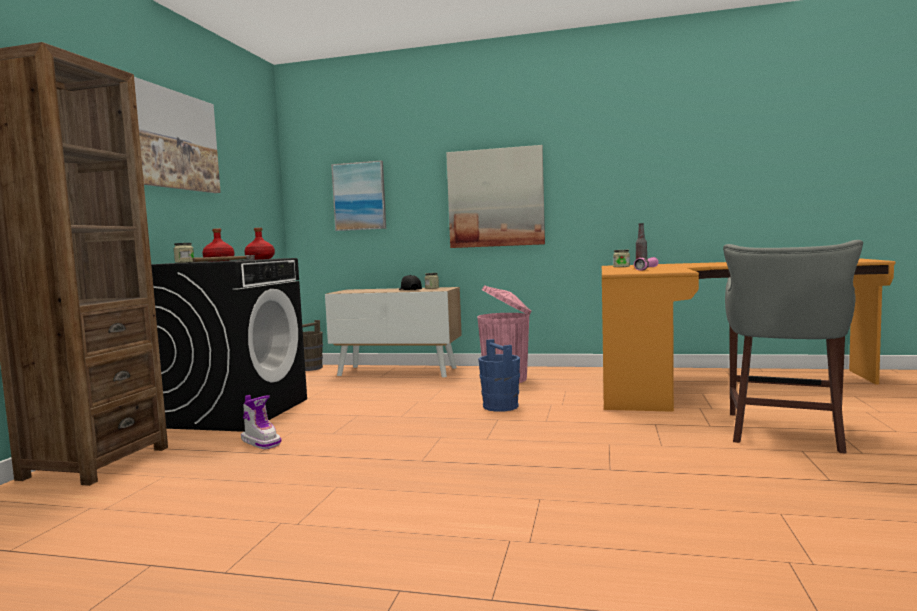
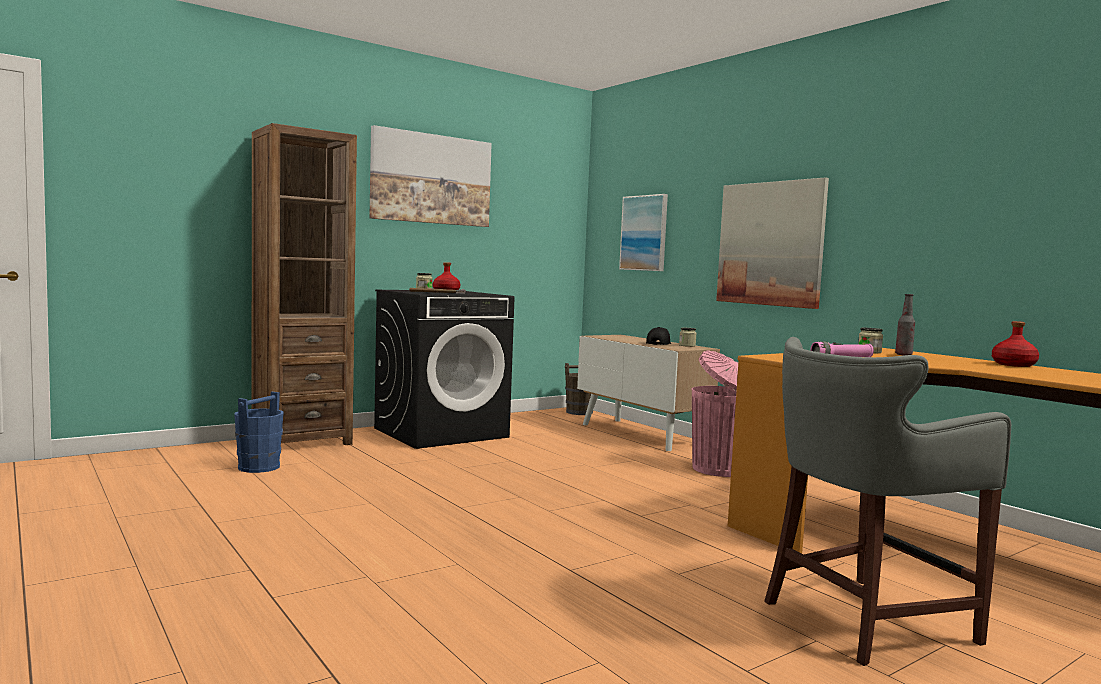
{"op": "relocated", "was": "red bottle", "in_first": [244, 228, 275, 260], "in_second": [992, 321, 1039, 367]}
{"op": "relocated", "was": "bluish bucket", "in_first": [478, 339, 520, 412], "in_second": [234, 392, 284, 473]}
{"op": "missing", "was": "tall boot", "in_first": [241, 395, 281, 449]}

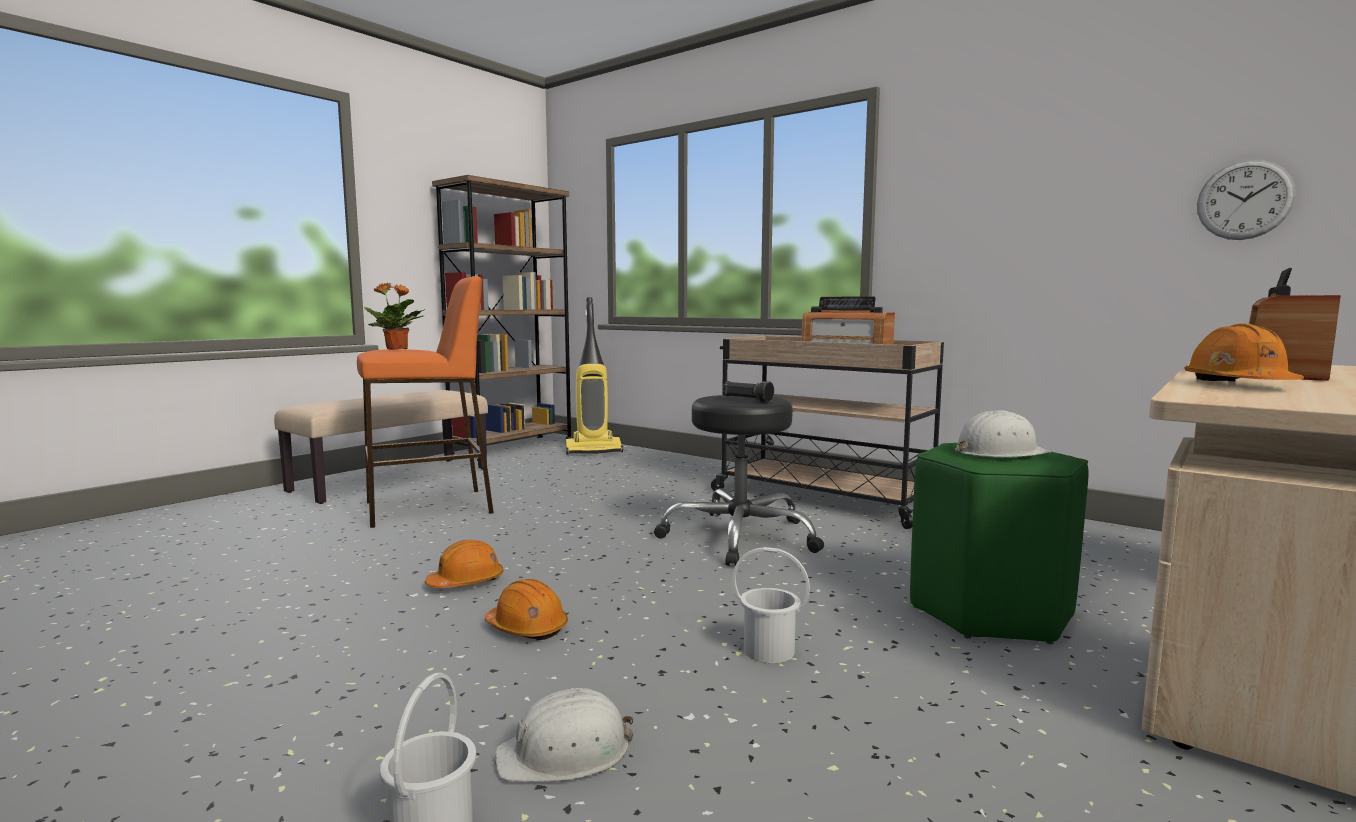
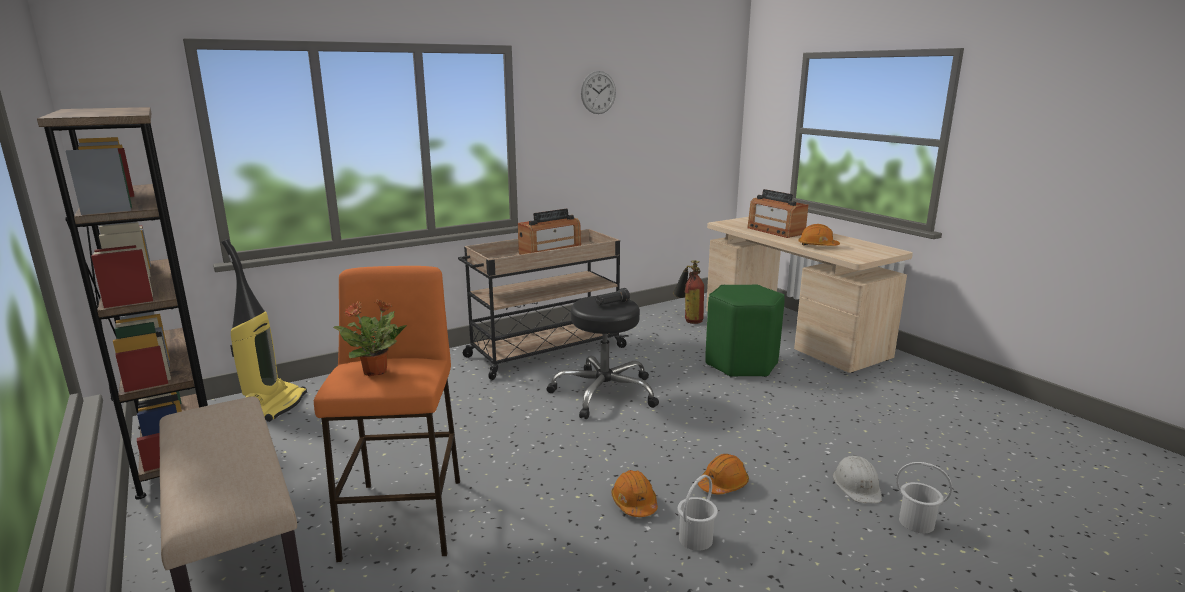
{"op": "relocated", "was": "hanging clock", "in_first": [1197, 160, 1296, 240], "in_second": [581, 71, 616, 114]}
{"op": "missing", "was": "white hard hat", "in_first": [955, 410, 1052, 457]}
{"op": "relocated", "was": "white bucket", "in_first": [732, 547, 810, 663], "in_second": [678, 475, 718, 551]}
{"op": "appeared", "now": "fire-fighting cylinder", "in_second": [673, 260, 704, 324]}

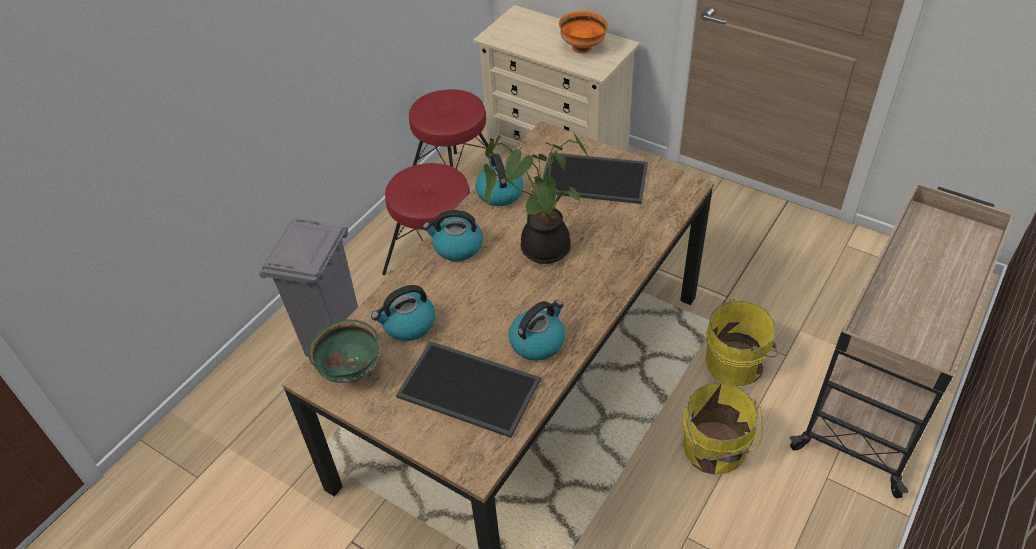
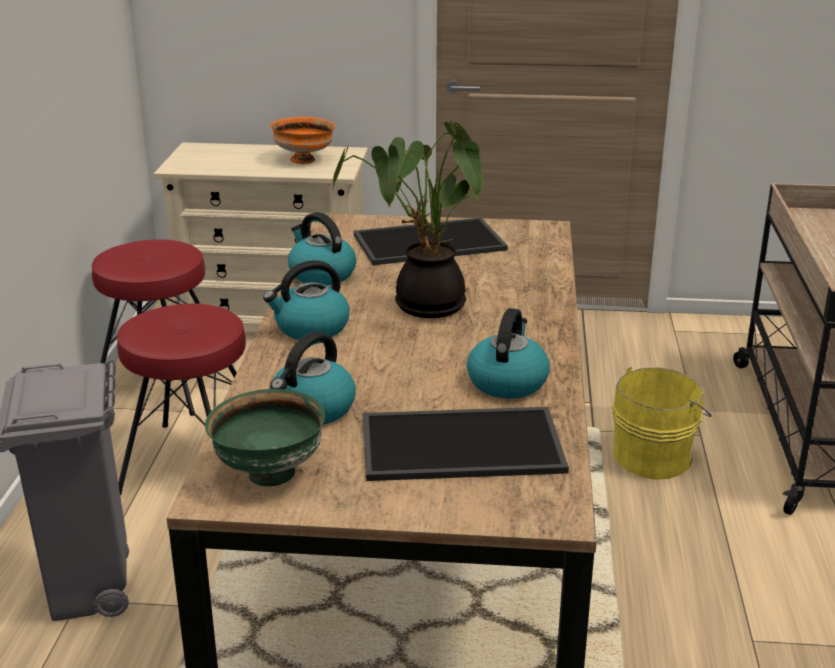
{"op": "missing", "was": "yellow-coloured bucket", "in_first": [683, 382, 763, 475]}

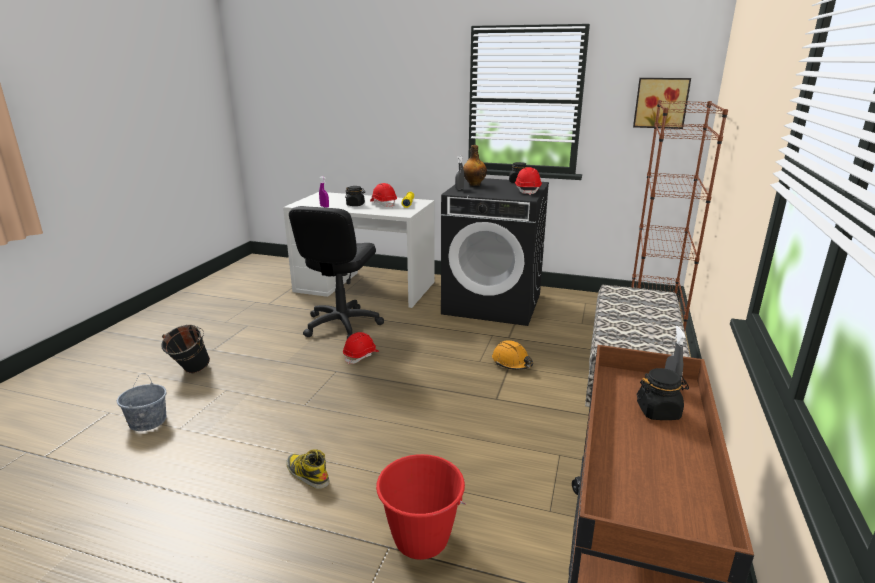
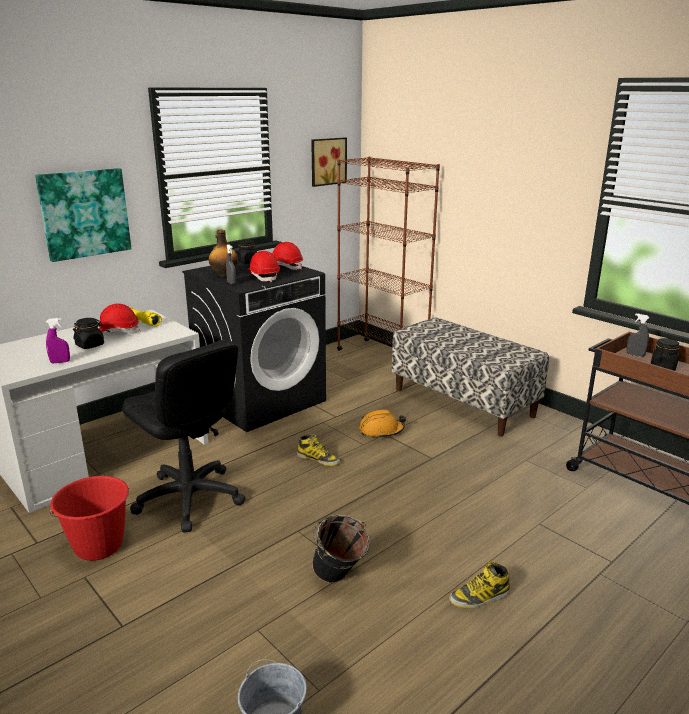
{"op": "relocated", "was": "black-coloured bucket", "in_first": [161, 325, 210, 373], "in_second": [312, 515, 370, 583]}
{"op": "relocated", "was": "red hard hat", "in_first": [343, 332, 379, 365], "in_second": [248, 251, 280, 282]}
{"op": "relocated", "was": "red bucket", "in_first": [376, 454, 466, 560], "in_second": [50, 476, 129, 561]}
{"op": "appeared", "now": "wall picture", "in_second": [35, 168, 131, 262]}
{"op": "appeared", "now": "tall boot", "in_second": [297, 434, 340, 466]}

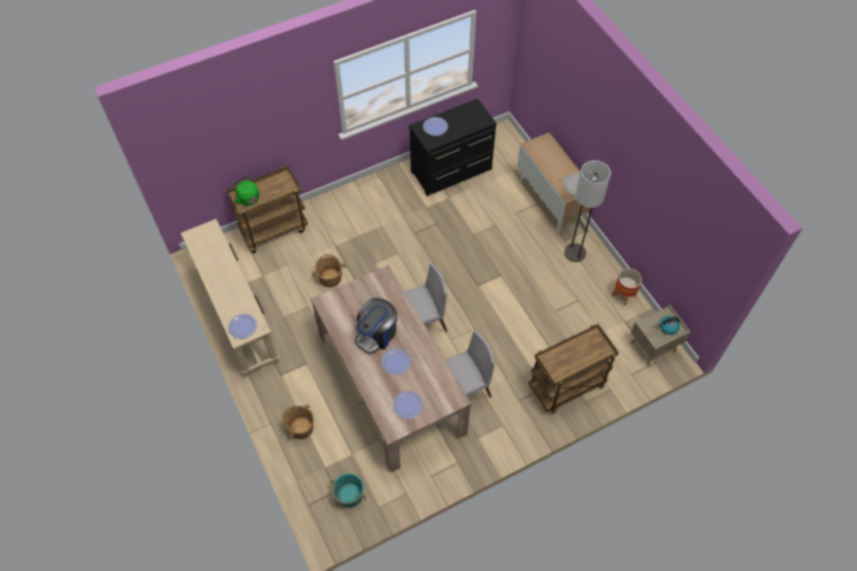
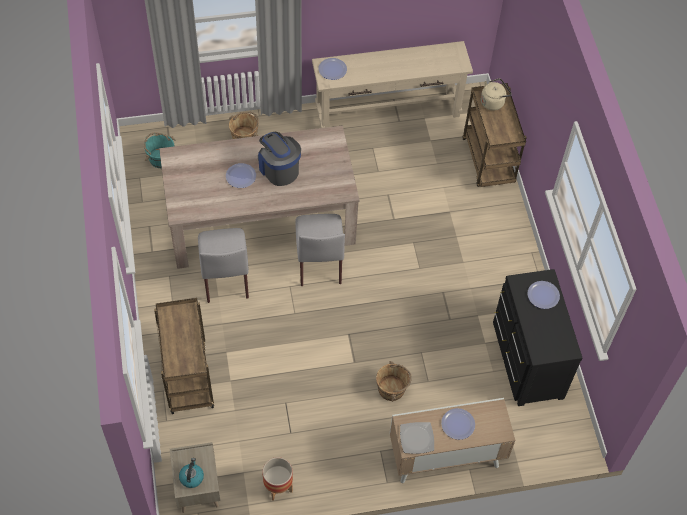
{"op": "missing", "was": "standing lamp", "in_first": [564, 161, 611, 262]}
{"op": "colour", "was": "green tea kettle", "now": "beige-coloured tea kettle", "in_first": [231, 176, 259, 206], "in_second": [481, 78, 512, 111]}
{"op": "relocated", "was": "brownish bucket", "in_first": [312, 254, 347, 287], "in_second": [376, 361, 412, 402]}
{"op": "relocated", "was": "flat dish", "in_first": [393, 391, 423, 419], "in_second": [441, 408, 475, 440]}

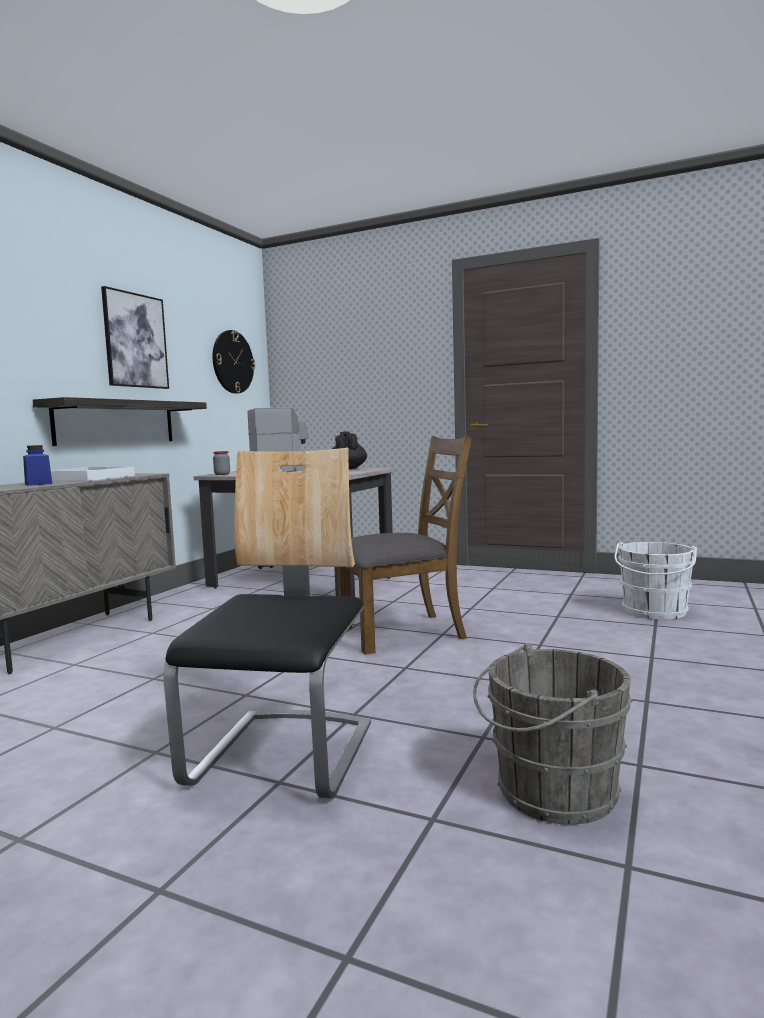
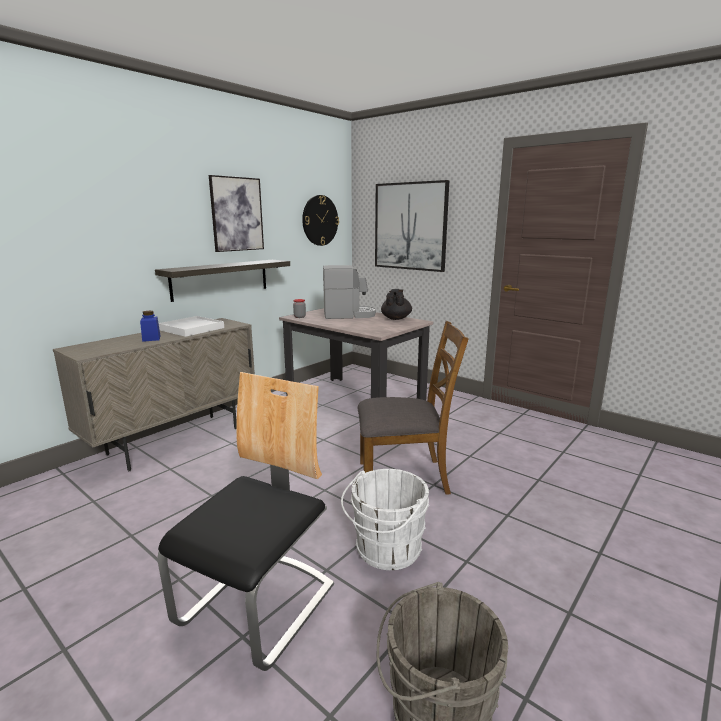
{"op": "relocated", "was": "white bucket", "in_first": [615, 542, 697, 620], "in_second": [341, 469, 429, 570]}
{"op": "appeared", "now": "wall picture", "in_second": [375, 180, 449, 272]}

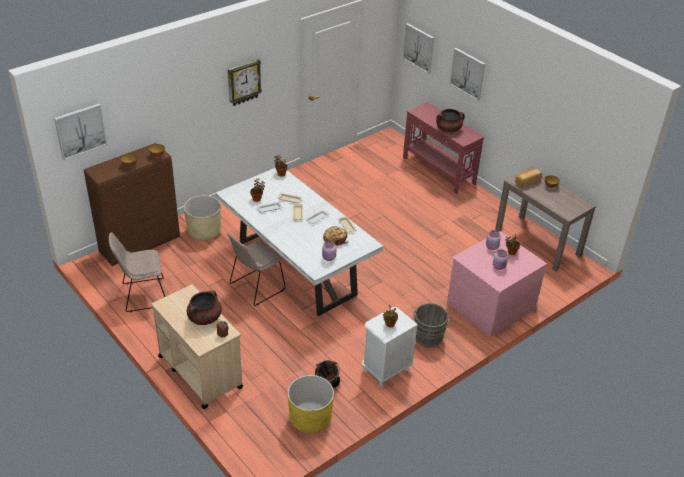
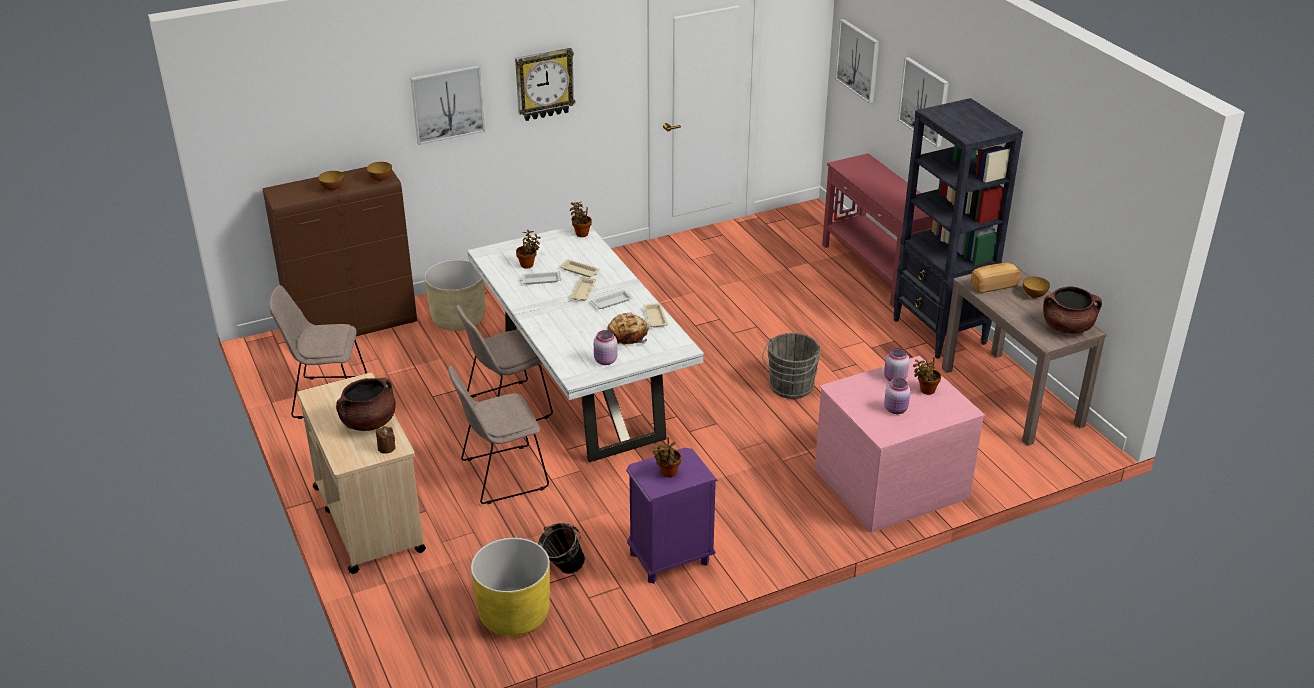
{"op": "relocated", "was": "wall picture", "in_first": [54, 104, 107, 160], "in_second": [410, 66, 485, 145]}
{"op": "relocated", "was": "brownish stockpot", "in_first": [436, 109, 465, 133], "in_second": [1043, 286, 1102, 334]}
{"op": "relocated", "was": "gray bucket", "in_first": [412, 303, 449, 347], "in_second": [762, 333, 821, 399]}
{"op": "colour", "was": "white nightstand", "now": "purple nightstand", "in_first": [362, 307, 418, 387], "in_second": [626, 448, 718, 584]}
{"op": "appeared", "now": "black-coloured bookcase", "in_second": [893, 98, 1023, 359]}
{"op": "appeared", "now": "beige-coloured chair", "in_second": [448, 366, 549, 504]}

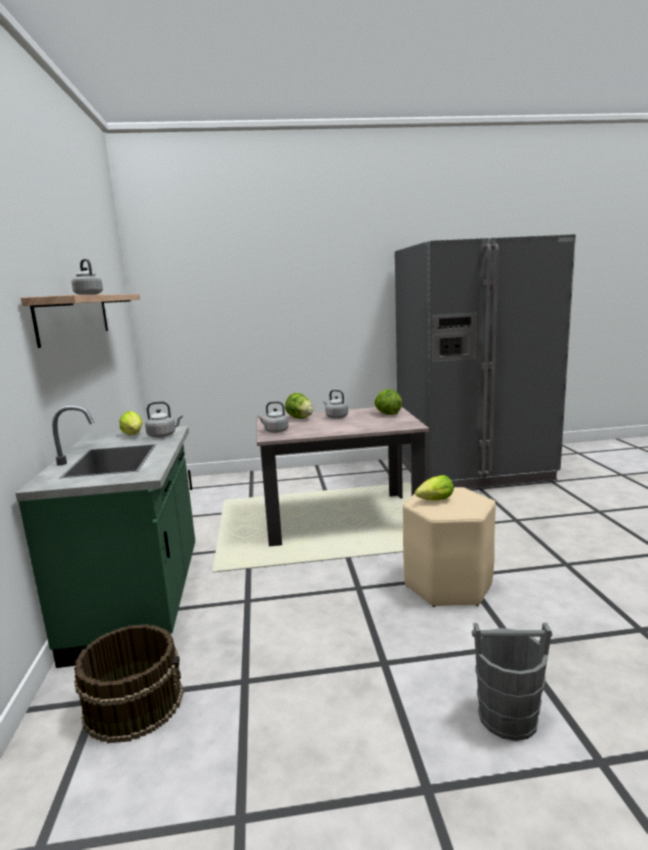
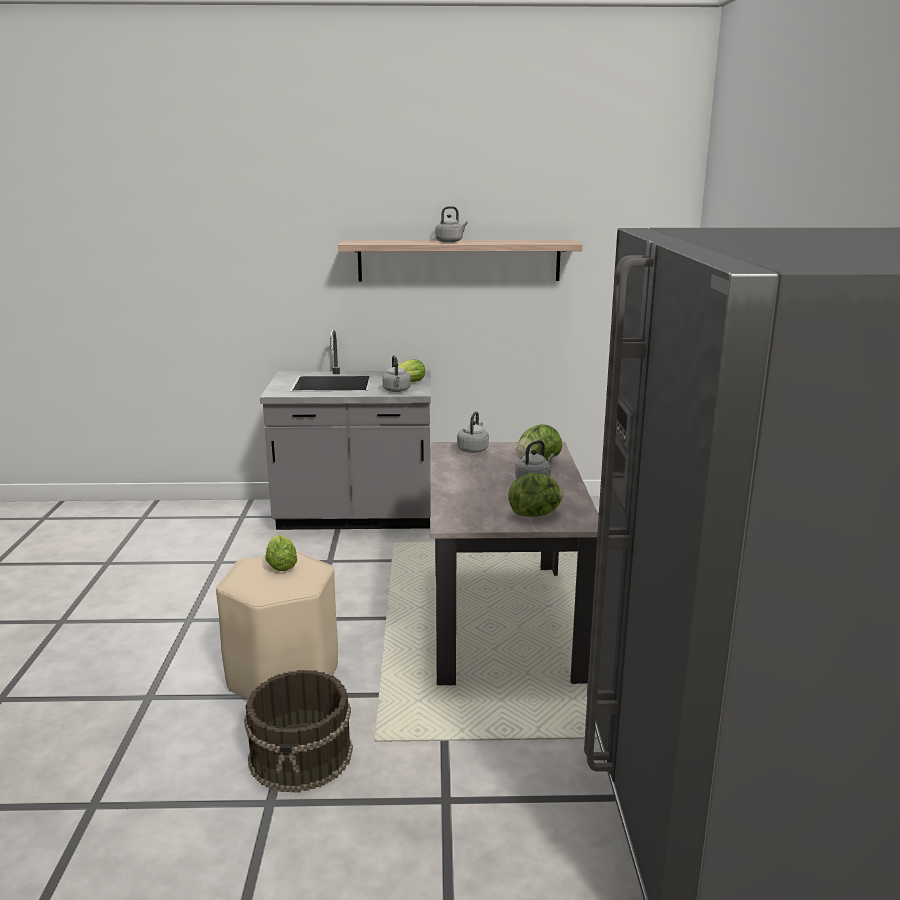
{"op": "colour", "was": "green kitchen base unit", "now": "gray kitchen base unit", "in_first": [15, 406, 195, 668], "in_second": [260, 330, 431, 530]}
{"op": "missing", "was": "gray bucket", "in_first": [472, 622, 552, 741]}
{"op": "relocated", "was": "brownish bucket", "in_first": [74, 624, 183, 743], "in_second": [244, 670, 353, 793]}

